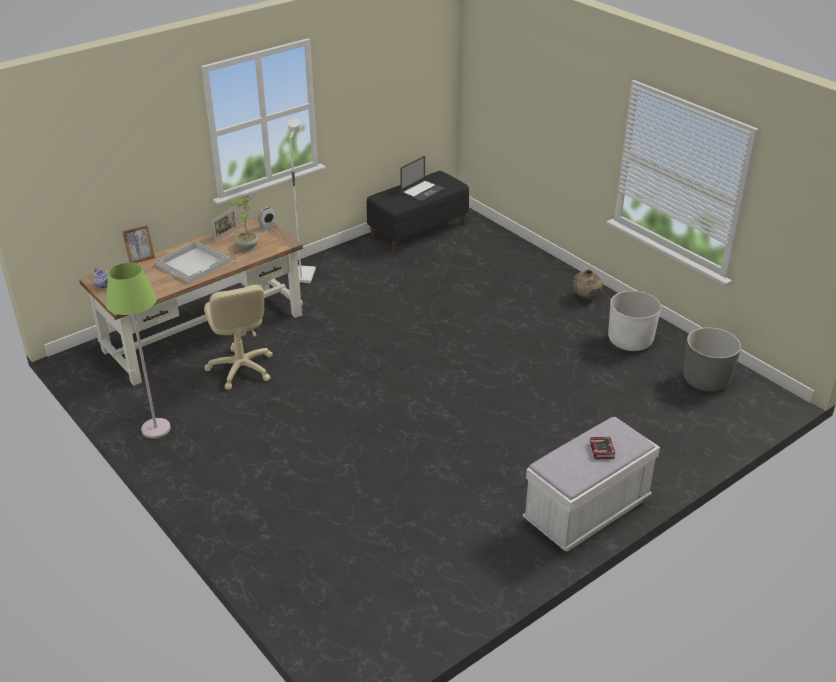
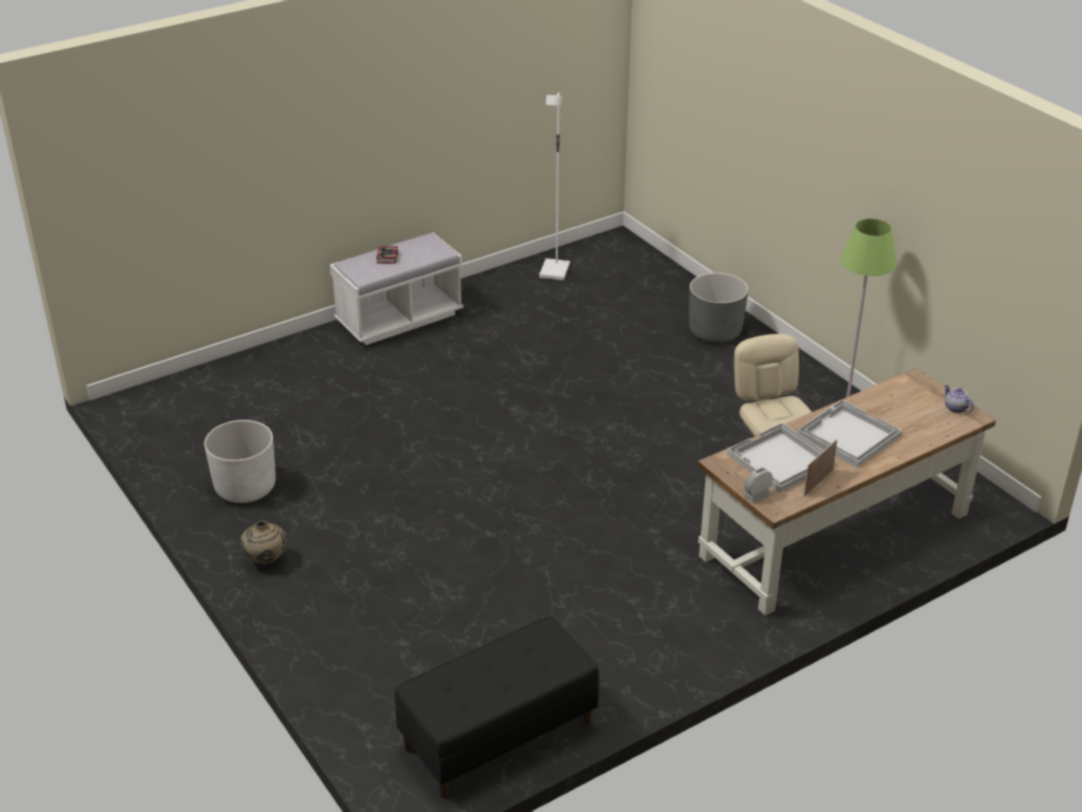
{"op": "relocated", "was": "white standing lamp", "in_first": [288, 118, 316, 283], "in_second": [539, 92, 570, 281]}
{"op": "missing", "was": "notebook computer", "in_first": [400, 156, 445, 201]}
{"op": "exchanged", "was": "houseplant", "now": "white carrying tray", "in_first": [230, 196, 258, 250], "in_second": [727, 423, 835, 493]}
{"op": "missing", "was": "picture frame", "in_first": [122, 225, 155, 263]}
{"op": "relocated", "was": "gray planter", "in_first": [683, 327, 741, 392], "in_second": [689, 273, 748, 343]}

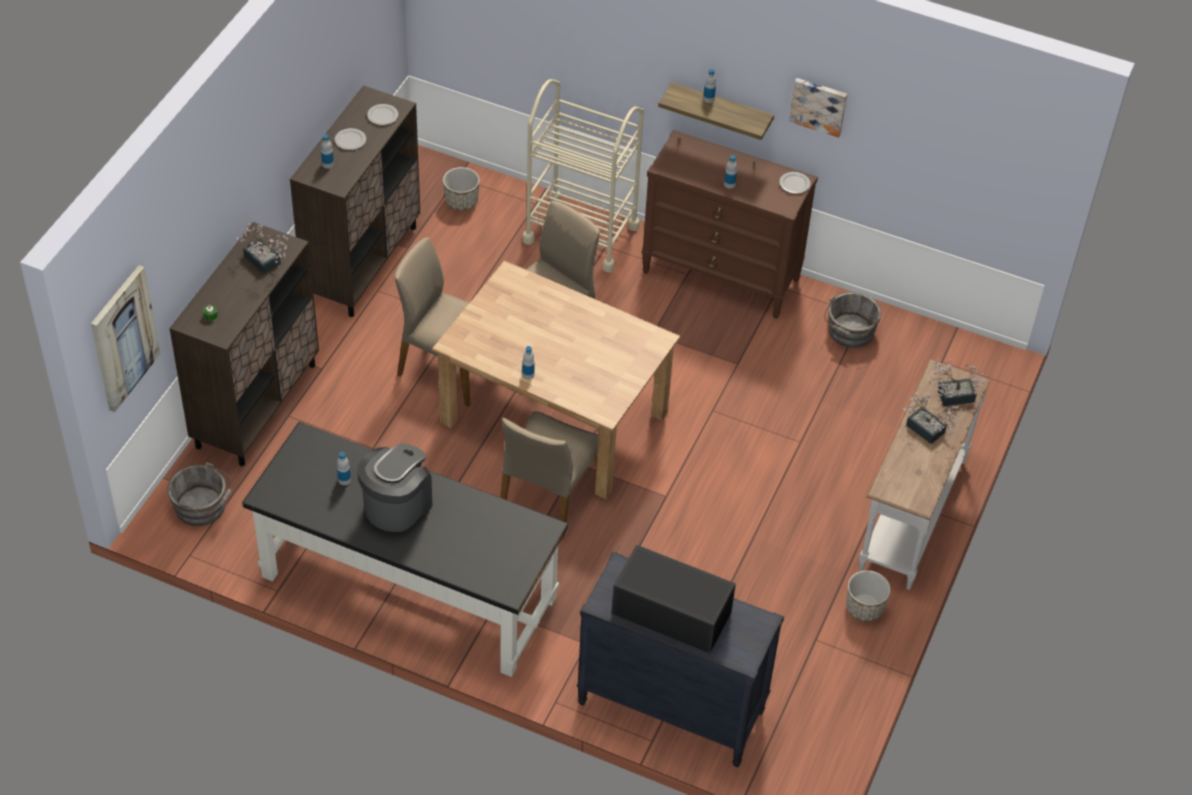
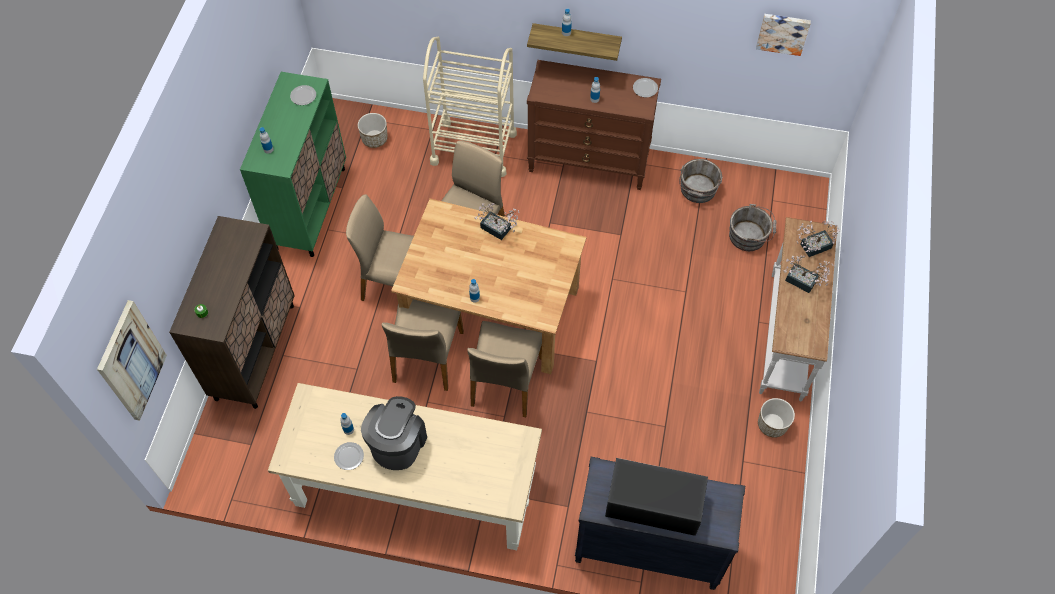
{"op": "relocated", "was": "wall picture", "in_first": [789, 78, 847, 137], "in_second": [756, 14, 811, 56]}
{"op": "colour", "was": "brownish storage cabinet", "now": "green storage cabinet", "in_first": [290, 85, 420, 317], "in_second": [240, 72, 346, 257]}
{"op": "relocated", "was": "flat dish", "in_first": [335, 128, 366, 150], "in_second": [334, 442, 364, 470]}
{"op": "relocated", "was": "houseplant", "in_first": [235, 223, 288, 274], "in_second": [474, 203, 520, 240]}
{"op": "colour", "was": "black-coloured desk", "now": "beige-coloured desk", "in_first": [242, 422, 568, 677], "in_second": [268, 383, 542, 550]}
{"op": "relocated", "was": "gray bucket", "in_first": [167, 462, 232, 526], "in_second": [729, 204, 777, 251]}
{"op": "appeared", "now": "beige-coloured chair", "in_second": [382, 299, 464, 391]}

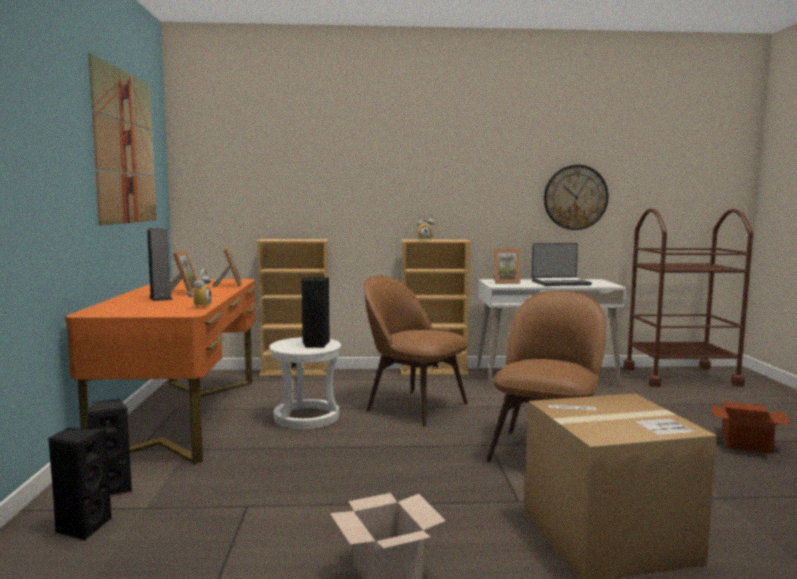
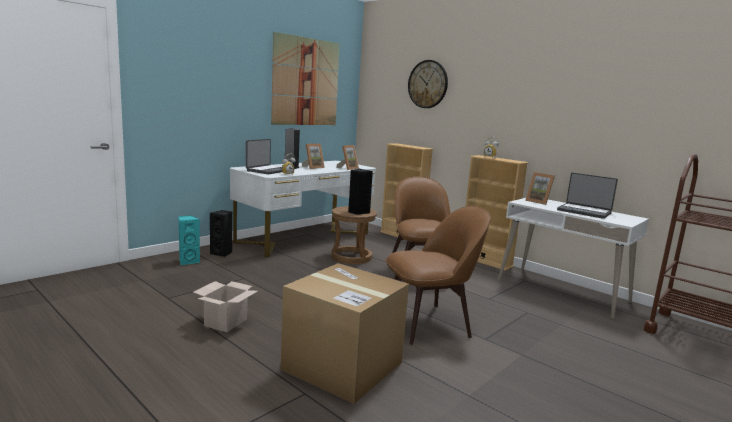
{"op": "relocated", "was": "hanging clock", "in_first": [544, 165, 609, 230], "in_second": [408, 60, 448, 108]}
{"op": "colour", "was": "orangey desk", "now": "white desk", "in_first": [65, 279, 258, 464], "in_second": [230, 161, 376, 257]}
{"op": "colour", "was": "white sitting stool", "now": "brownish sitting stool", "in_first": [269, 337, 341, 429], "in_second": [331, 206, 377, 264]}
{"op": "missing", "was": "packing box", "in_first": [711, 401, 792, 454]}
{"op": "colour", "was": "black-coloured loudspeaker", "now": "turquoise-coloured loudspeaker", "in_first": [48, 428, 112, 541], "in_second": [179, 215, 200, 265]}
{"op": "appeared", "now": "notebook computer", "in_second": [246, 139, 282, 175]}

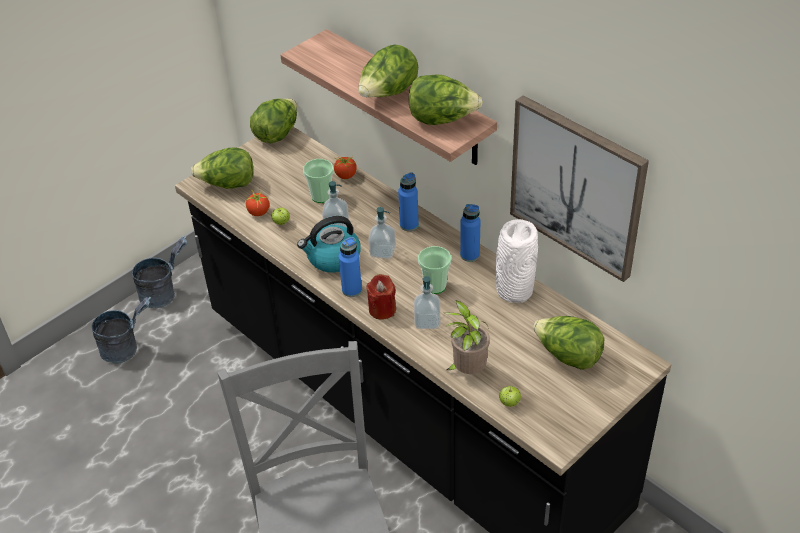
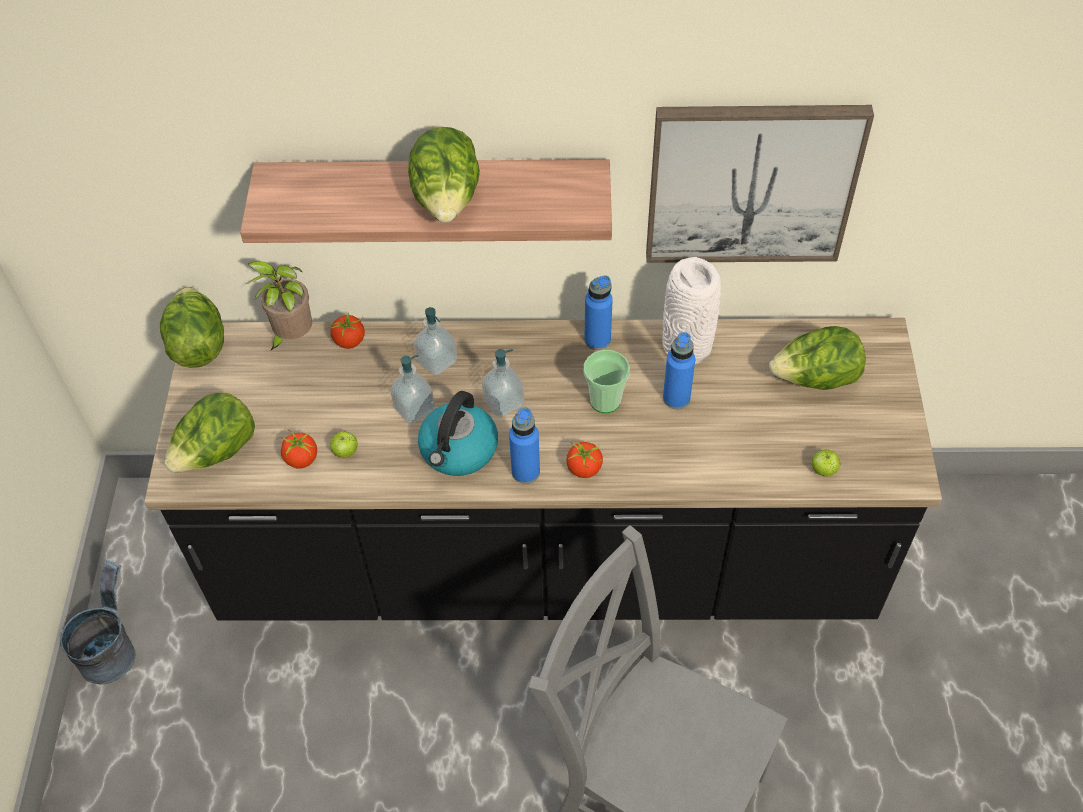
{"op": "missing", "was": "head of lettuce", "in_first": [409, 74, 483, 125]}
{"op": "missing", "was": "drinking cup", "in_first": [303, 159, 334, 203]}
{"op": "relocated", "was": "bluish bottle", "in_first": [398, 173, 419, 231], "in_second": [663, 332, 695, 409]}
{"op": "exchanged", "was": "red wax candle", "now": "fresh tomato", "in_first": [366, 274, 396, 320], "in_second": [567, 439, 603, 478]}
{"op": "relocated", "was": "soap bottle", "in_first": [414, 276, 440, 329], "in_second": [414, 307, 457, 375]}
{"op": "missing", "was": "gray bucket", "in_first": [91, 297, 151, 363]}
{"op": "relocated", "was": "houseplant", "in_first": [442, 301, 490, 374], "in_second": [246, 261, 312, 350]}

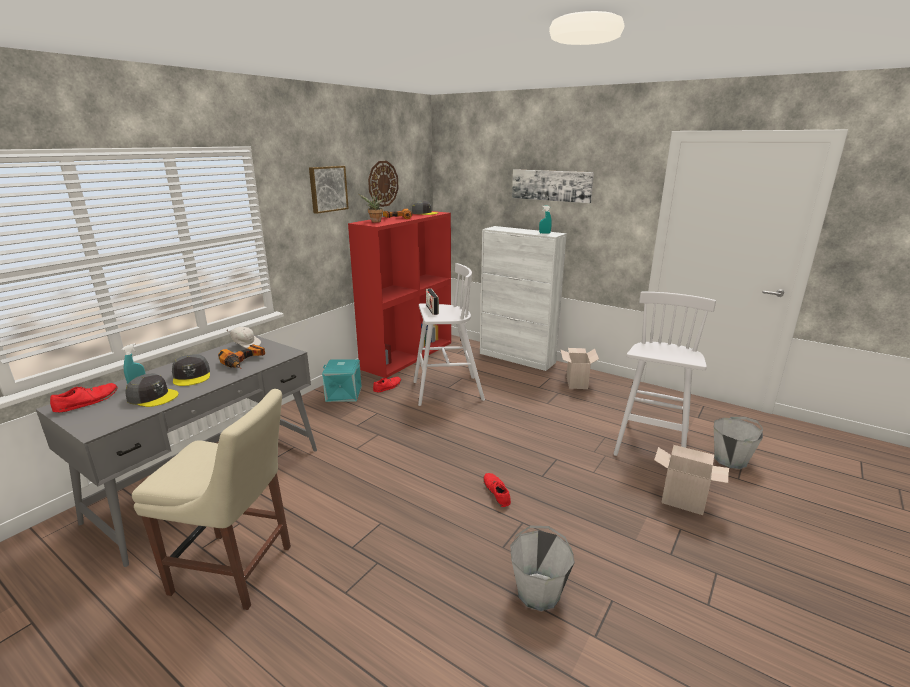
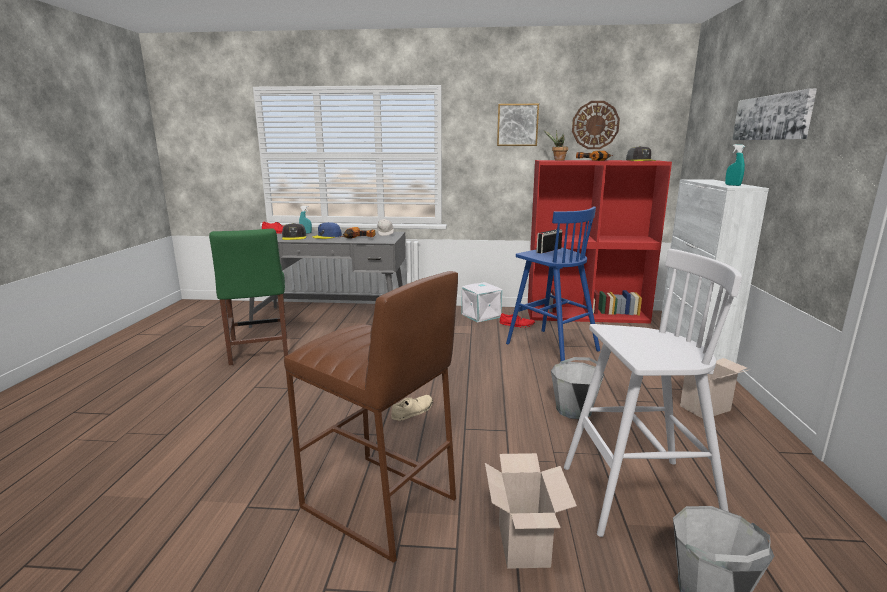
{"op": "colour", "was": "white sitting stool", "now": "bluish sitting stool", "in_first": [414, 263, 485, 406], "in_second": [506, 207, 600, 361]}
{"op": "colour", "was": "gray cap", "now": "bluish cap", "in_first": [172, 354, 210, 386], "in_second": [312, 222, 342, 239]}
{"op": "colour", "was": "turquoise-coloured storage bin", "now": "white storage bin", "in_first": [322, 359, 362, 402], "in_second": [461, 282, 502, 323]}
{"op": "colour", "was": "beige-coloured chair", "now": "green chair", "in_first": [132, 389, 291, 610], "in_second": [209, 229, 288, 365]}
{"op": "colour", "was": "red shoe", "now": "beige-coloured shoe", "in_first": [483, 473, 511, 507], "in_second": [391, 395, 433, 421]}
{"op": "relocated", "was": "gray bucket", "in_first": [510, 526, 575, 611], "in_second": [551, 357, 605, 419]}
{"op": "appeared", "now": "brownish sitting stool", "in_second": [284, 271, 458, 563]}

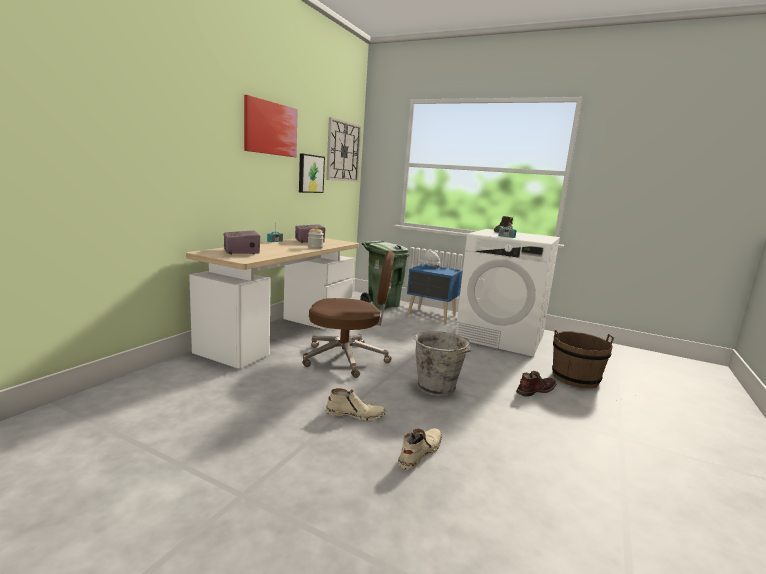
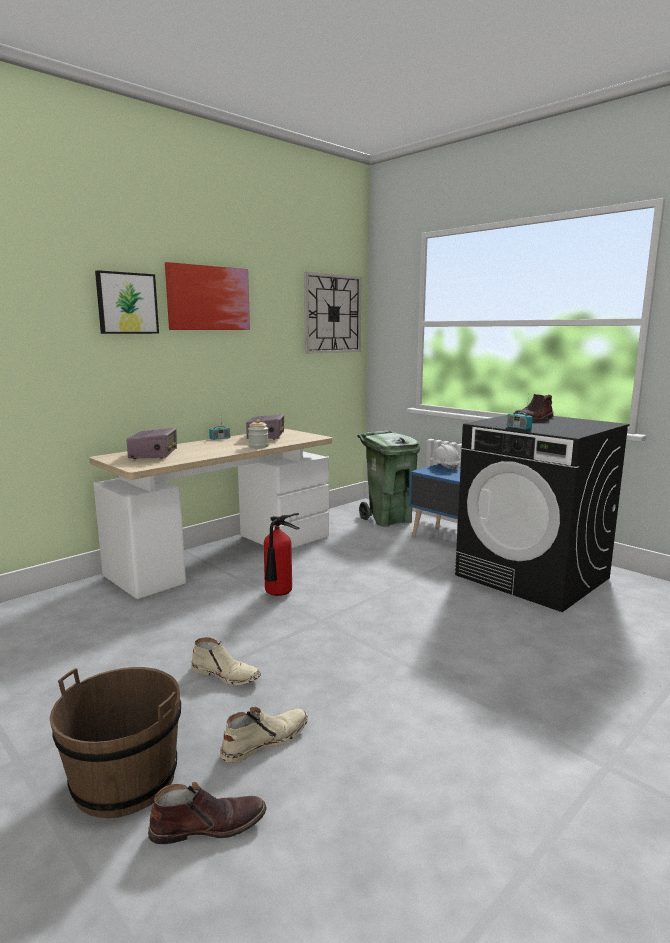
{"op": "relocated", "was": "wall picture", "in_first": [299, 153, 325, 193], "in_second": [95, 270, 159, 334]}
{"op": "colour", "was": "white laundry appliance", "now": "black-coloured laundry appliance", "in_first": [455, 229, 560, 357], "in_second": [455, 415, 630, 612]}
{"op": "exchanged", "was": "brownish office chair", "now": "fire-fighting cylinder", "in_first": [302, 251, 395, 378], "in_second": [264, 513, 299, 596]}
{"op": "relocated", "was": "brownish bucket", "in_first": [552, 330, 614, 388], "in_second": [49, 667, 181, 818]}
{"op": "missing", "was": "gray bucket", "in_first": [414, 331, 471, 397]}
{"op": "relocated", "was": "brownish tall boot", "in_first": [516, 371, 556, 397], "in_second": [148, 782, 267, 844]}

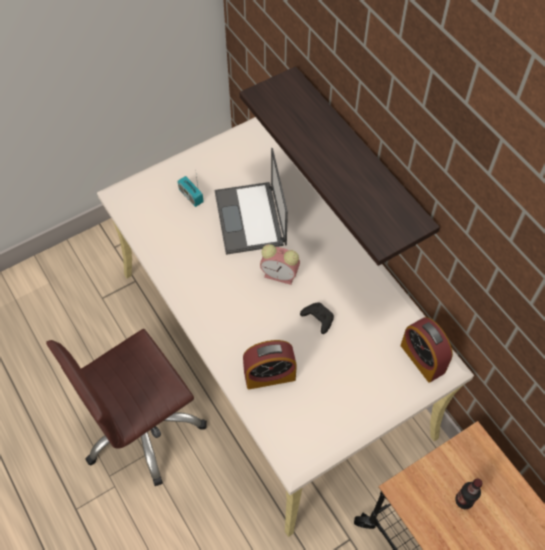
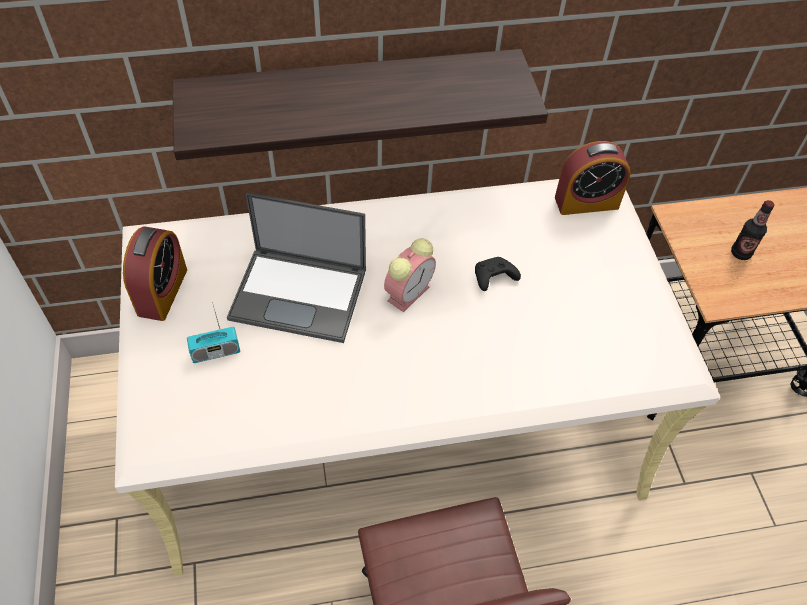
{"op": "relocated", "was": "bedside clock", "in_first": [243, 340, 297, 389], "in_second": [123, 226, 187, 321]}

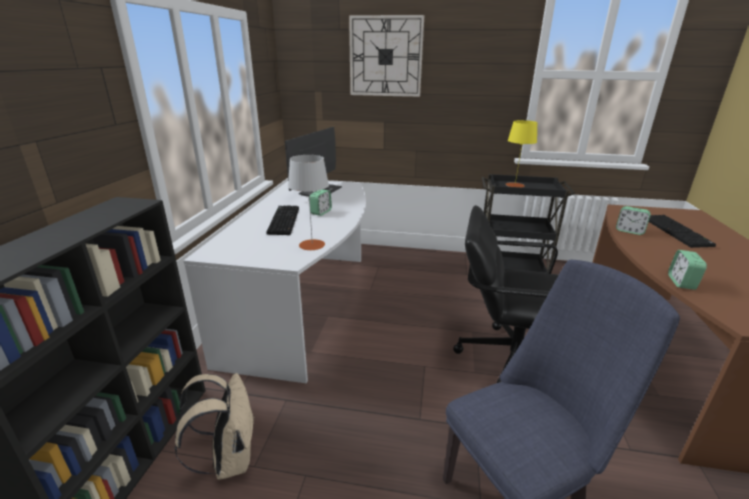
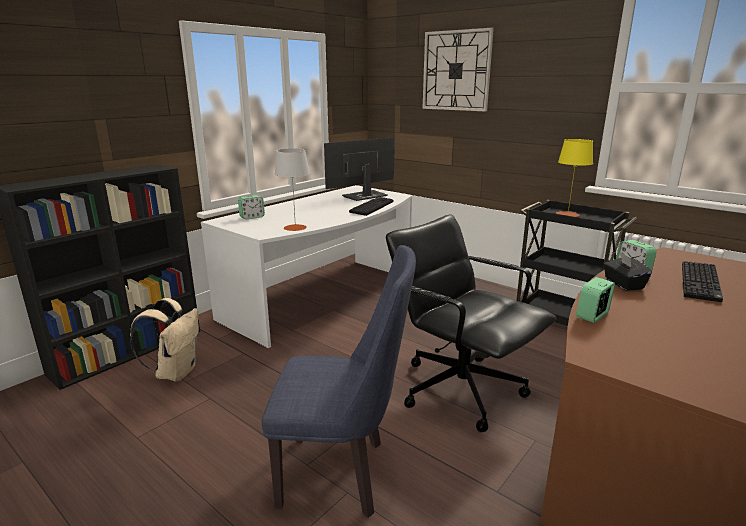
{"op": "relocated", "was": "bedside clock", "in_first": [310, 190, 332, 216], "in_second": [238, 195, 265, 220]}
{"op": "relocated", "was": "PC keyboard", "in_first": [267, 205, 299, 235], "in_second": [349, 197, 394, 216]}
{"op": "appeared", "now": "black-coloured tissue holder", "in_second": [603, 252, 652, 291]}

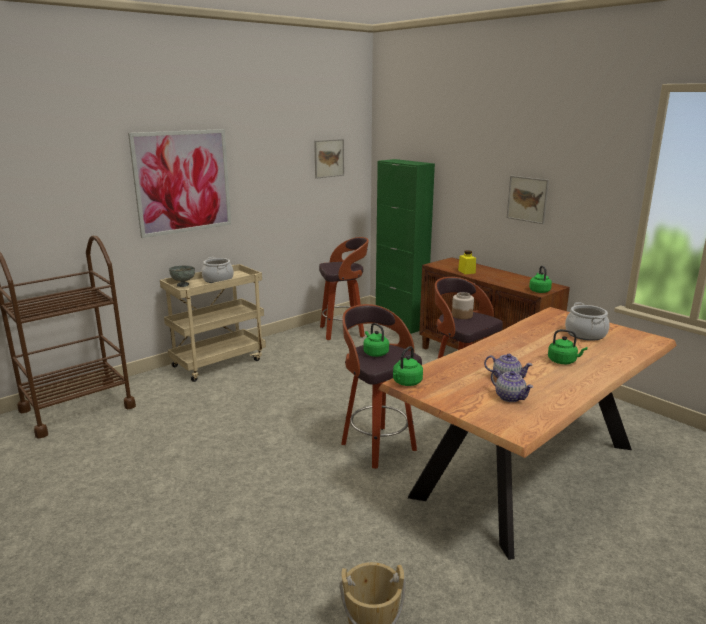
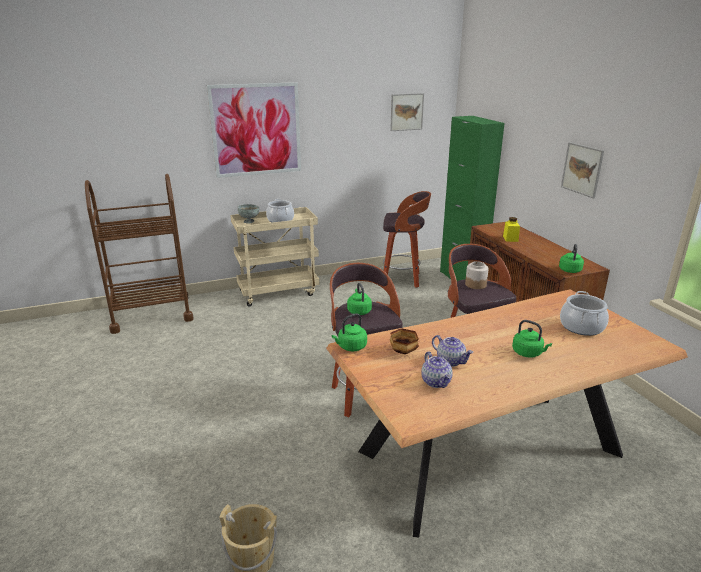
{"op": "appeared", "now": "bowl", "in_second": [390, 328, 419, 354]}

